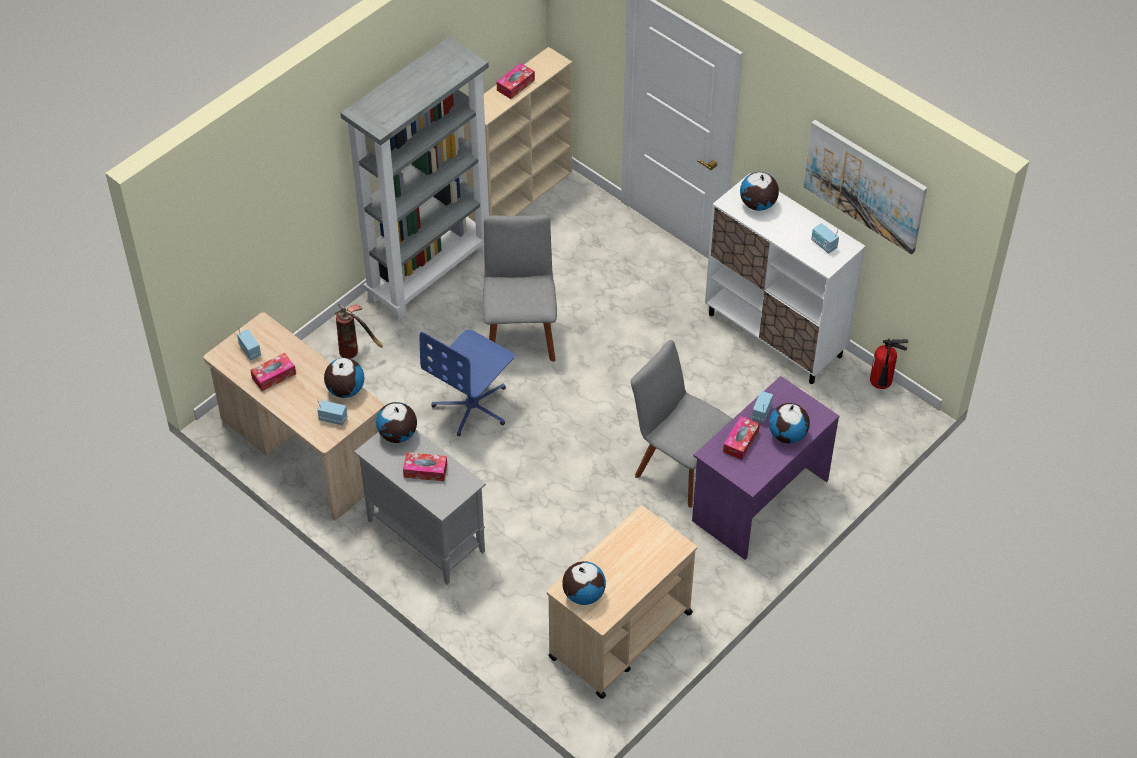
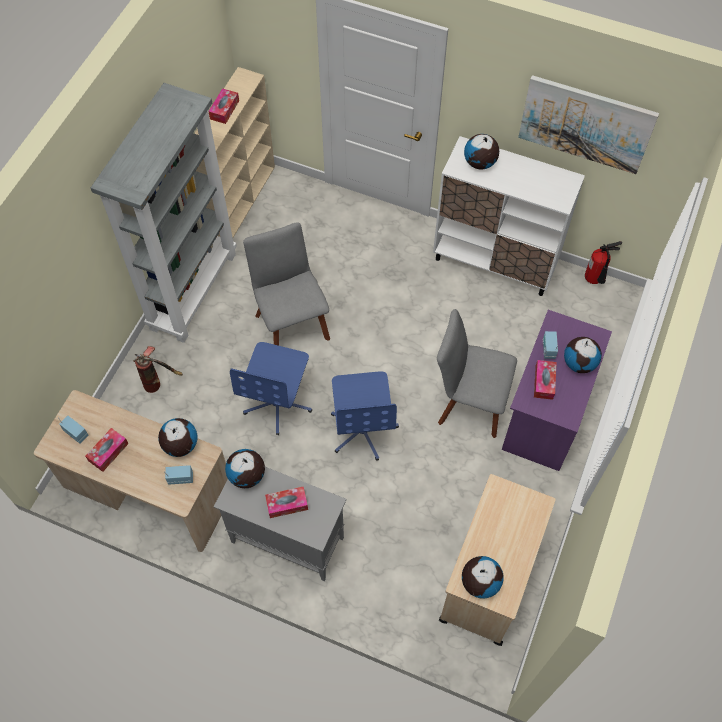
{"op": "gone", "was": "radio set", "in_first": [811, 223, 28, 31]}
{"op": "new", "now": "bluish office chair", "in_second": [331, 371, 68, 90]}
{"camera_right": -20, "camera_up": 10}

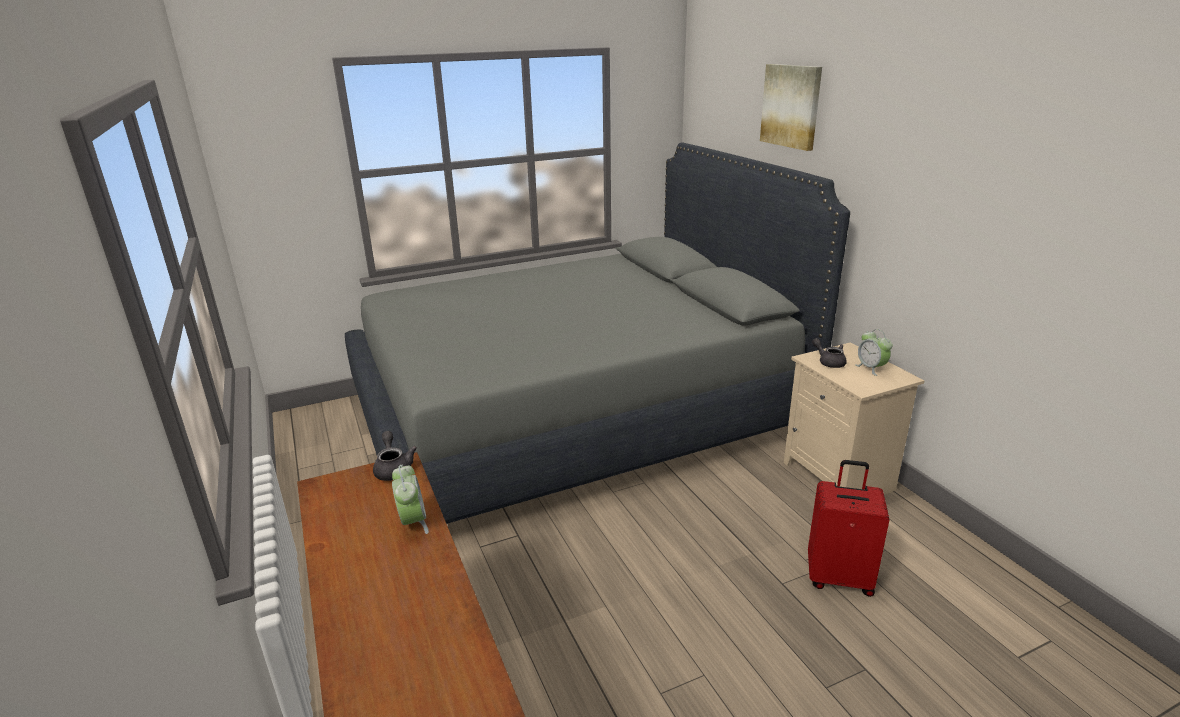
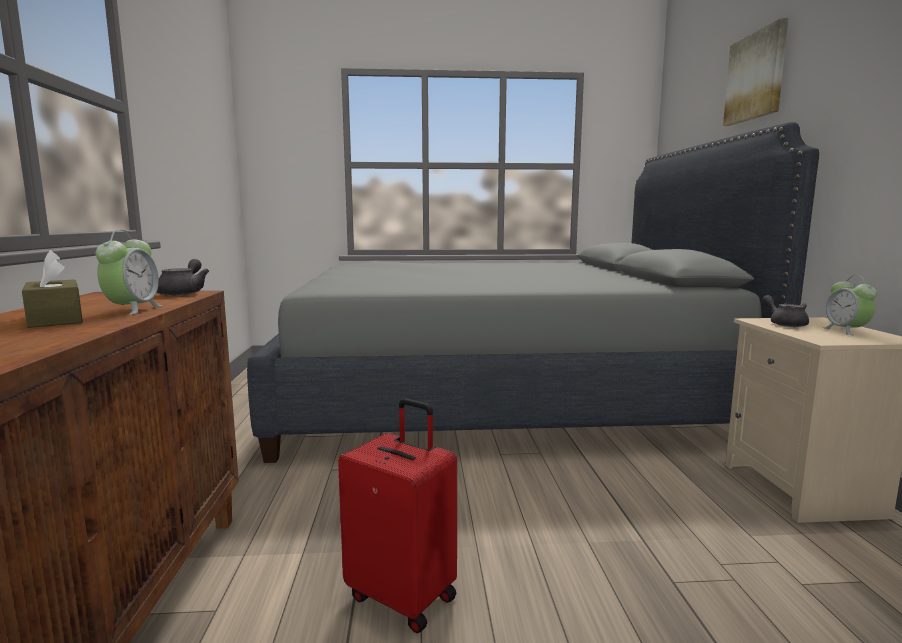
{"op": "new", "now": "brownish tissue box", "in_second": [22, 250, 61, 78]}
{"op": "shifted", "was": "red suitcase", "in_first": [808, 460, 82, 137], "in_second": [338, 398, 119, 235]}
{"camera_right": 20, "camera_up": -15}

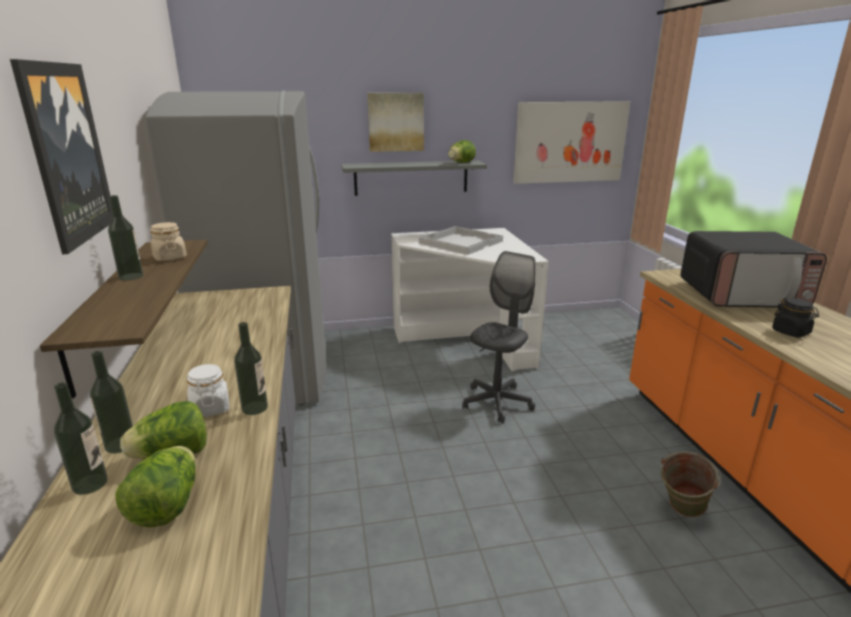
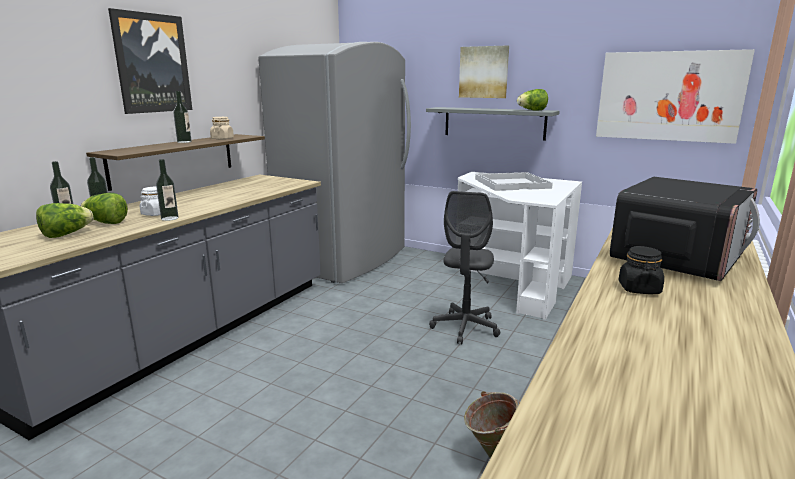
{"op": "rotated", "was": "greyish office chair", "in_first": [462, 251, 73, 172], "in_second": [429, 191, 71, 153], "clockwise": 120}
{"op": "rotated", "was": "kitchen microwave", "in_first": [680, 231, 147, 76], "in_second": [610, 177, 150, 104], "clockwise": -90}
{"camera_right": 40, "camera_up": -5}

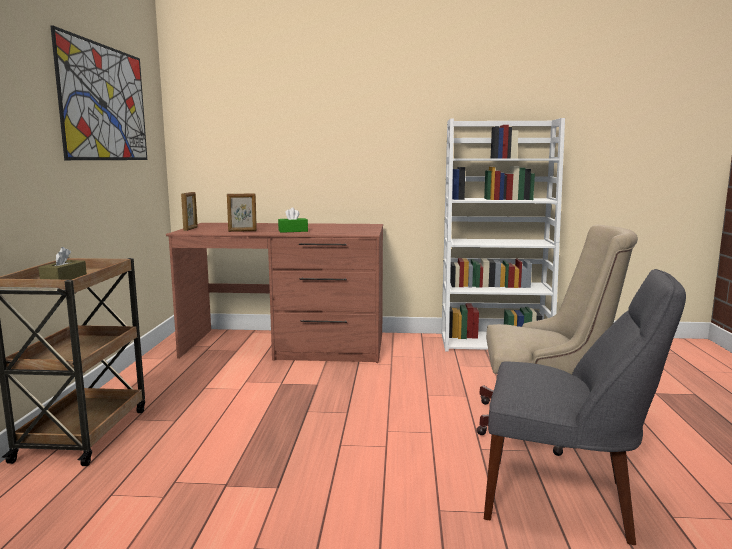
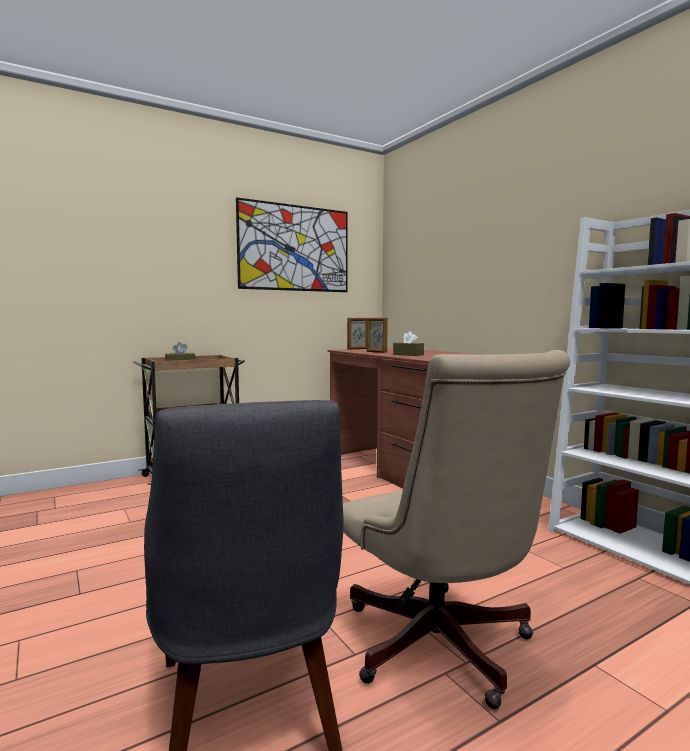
{"op": "repainted", "was": "green-coloured tissue box", "now": "brownish tissue box", "in_first": [278, 207, 30, 26], "in_second": [393, 331, 31, 25]}
{"camera_right": 55, "camera_up": -5}

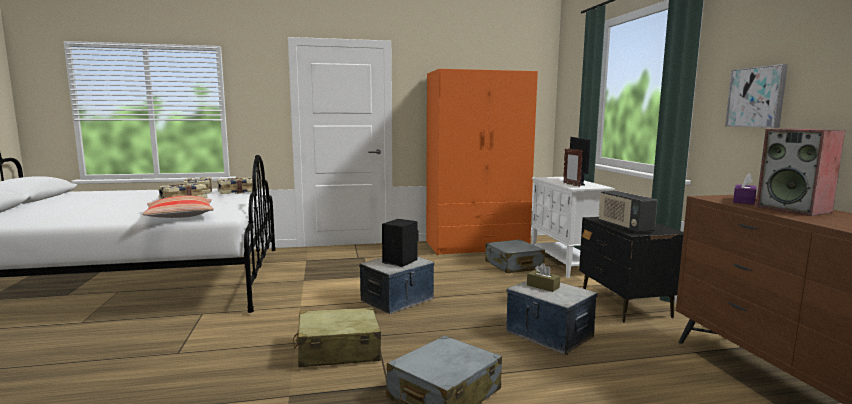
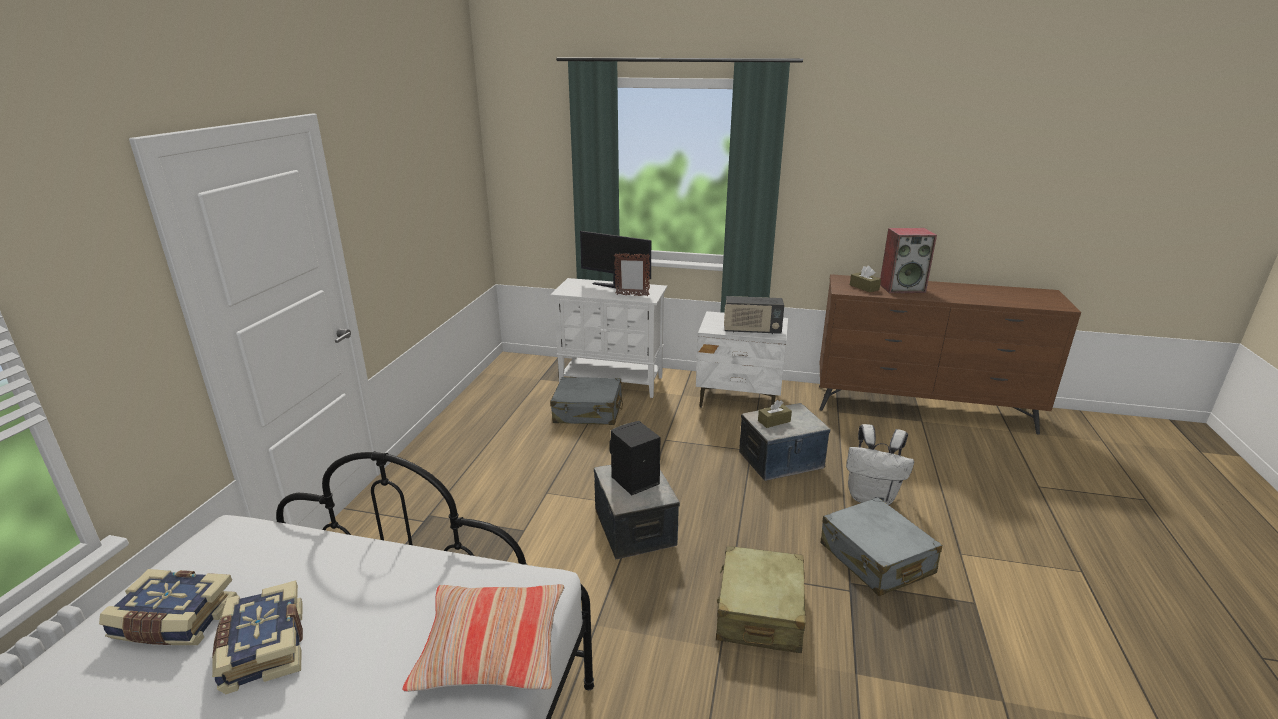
{"op": "gone", "was": "volume", "in_first": [217, 177, 36, 17]}
{"op": "gone", "was": "orange-coloured armoire", "in_first": [426, 69, 112, 186]}
{"op": "gone", "was": "wall art", "in_first": [725, 64, 63, 64]}
{"op": "new", "now": "white knapsack", "in_second": [846, 424, 68, 81]}
{"op": "repainted", "was": "black-coloured night table", "now": "white night table", "in_first": [579, 217, 105, 106], "in_second": [696, 311, 92, 97]}
{"op": "repainted", "was": "purple-coloured tissue box", "now": "brownish tissue box", "in_first": [733, 173, 24, 32], "in_second": [850, 266, 31, 27]}
{"camera_right": -65, "camera_up": 15}

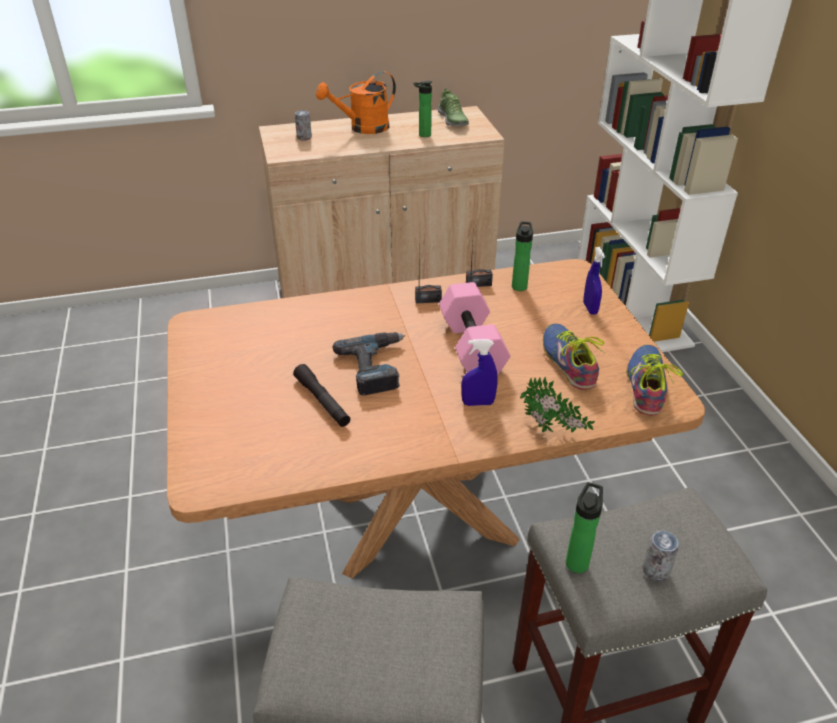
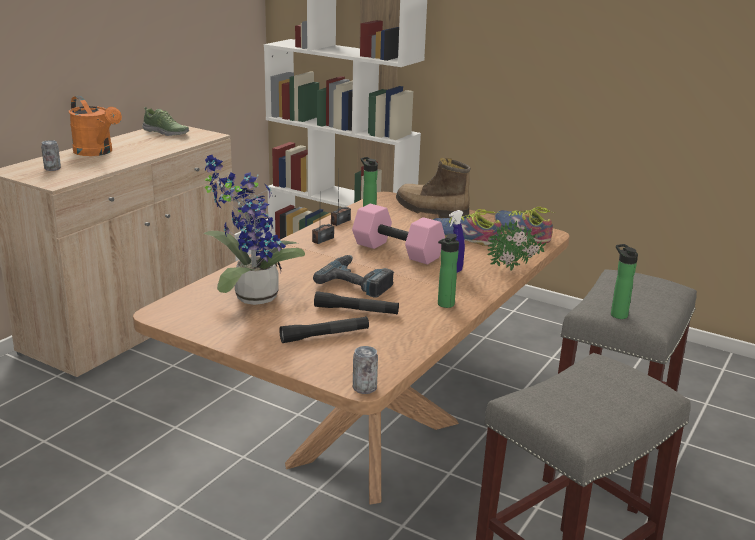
{"op": "new", "now": "plant in a pot", "in_second": [204, 155, 101, 150]}
{"op": "new", "now": "black-coloured hand torch", "in_second": [279, 316, 90, 27]}
{"op": "shifted", "was": "drink bottle", "in_first": [414, 81, 18, 56], "in_second": [438, 234, 21, 74]}
{"op": "shifted", "was": "can", "in_first": [642, 531, 37, 50], "in_second": [353, 346, 25, 48]}
{"op": "swapped", "was": "bluish spray bottle", "now": "high-top boot", "in_first": [583, 247, 22, 68], "in_second": [396, 158, 75, 60]}
{"op": "rotated", "was": "orange-coloured watering can", "in_first": [316, 71, 80, 63], "in_second": [69, 96, 53, 60], "clockwise": -60}
{"camera_right": -45, "camera_up": -15}

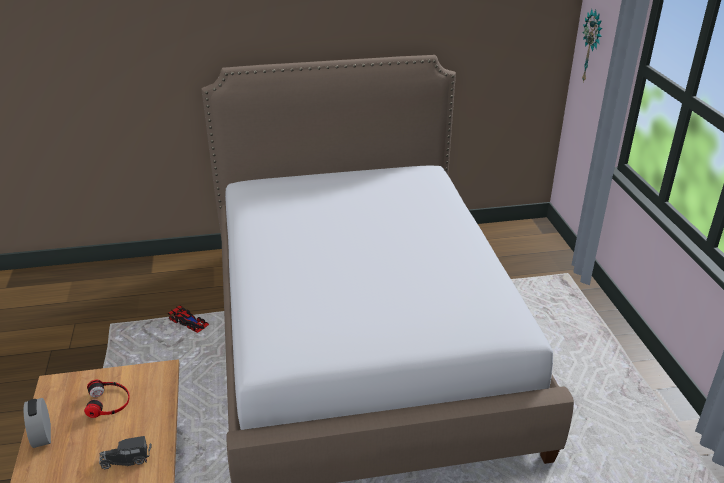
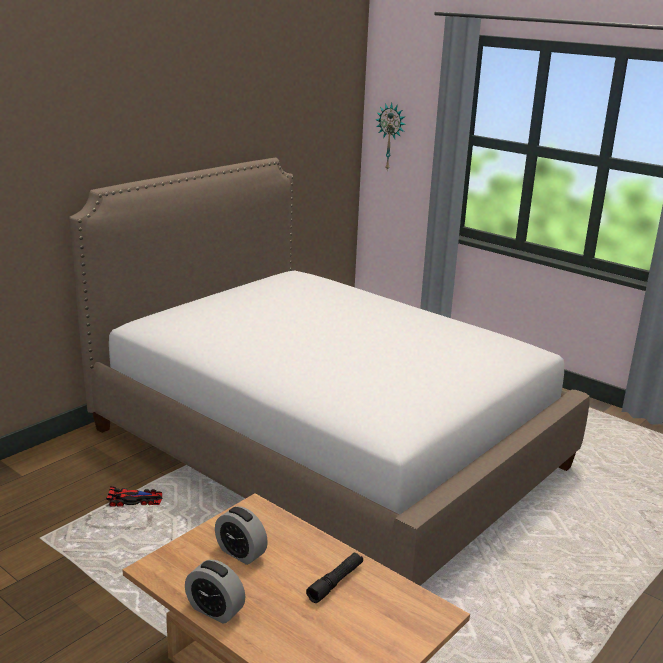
{"op": "swapped", "was": "headset", "now": "table clock", "in_first": [84, 380, 46, 38], "in_second": [215, 507, 53, 58]}
{"op": "swapped", "was": "model truck", "now": "black-coloured hand torch", "in_first": [99, 436, 53, 33], "in_second": [306, 552, 57, 51]}
{"camera_right": -40, "camera_up": -10}

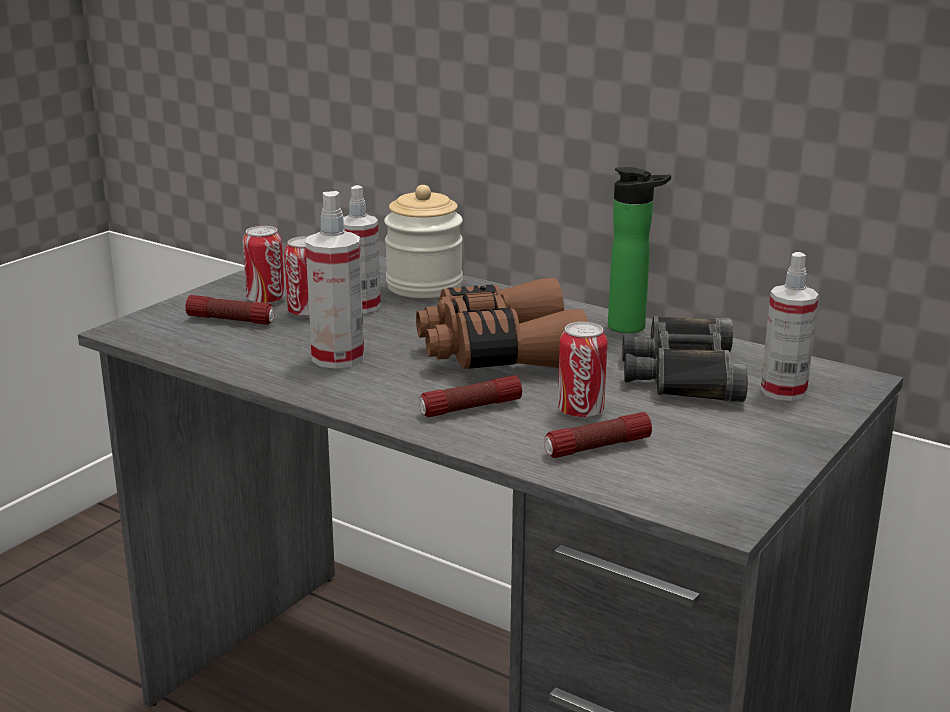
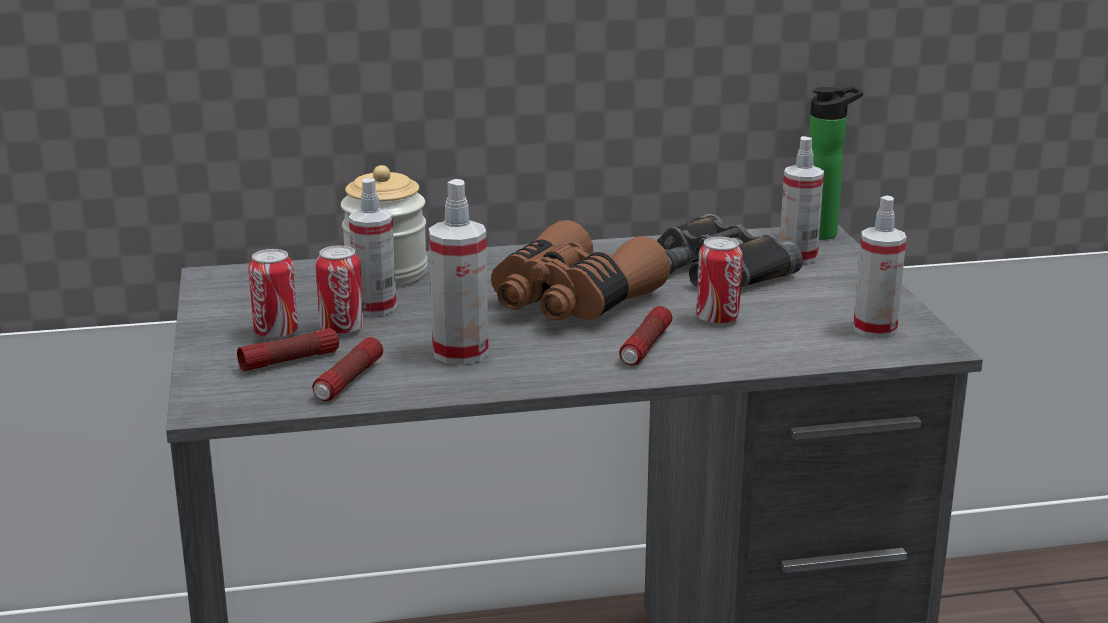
{"op": "new", "now": "spray bottle", "in_second": [853, 195, 53, 143]}
{"op": "shifted", "was": "hand torch", "in_first": [544, 412, 108, 46], "in_second": [313, 337, 70, 64]}
{"op": "shifted", "was": "drink bottle", "in_first": [608, 167, 63, 166], "in_second": [809, 86, 54, 154]}
{"camera_right": -45, "camera_up": 0}

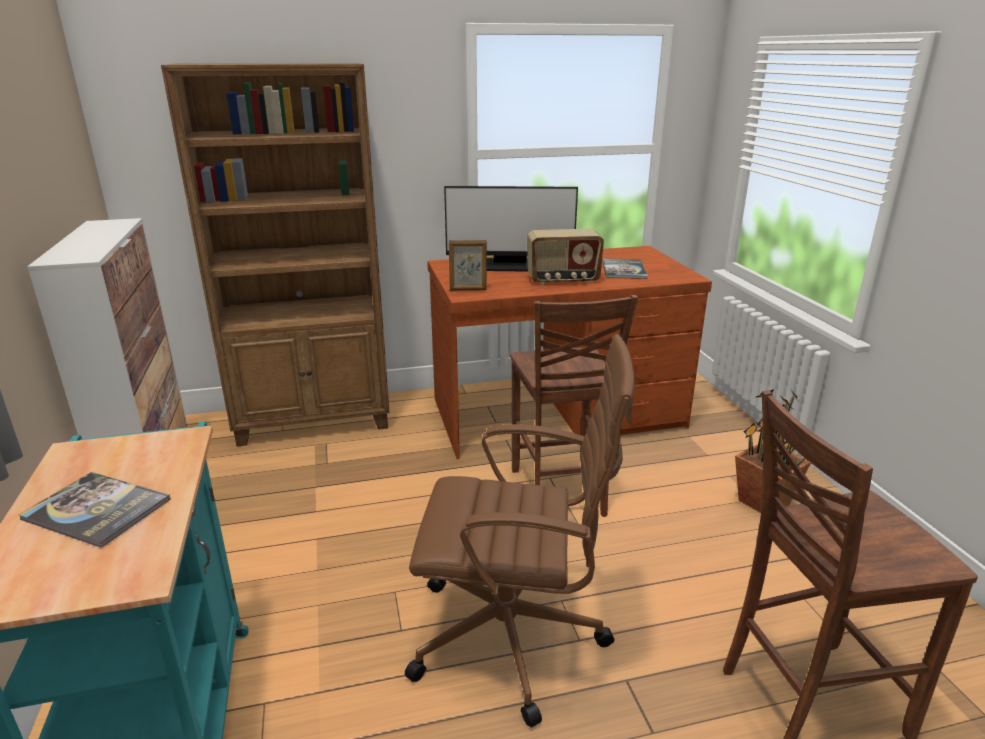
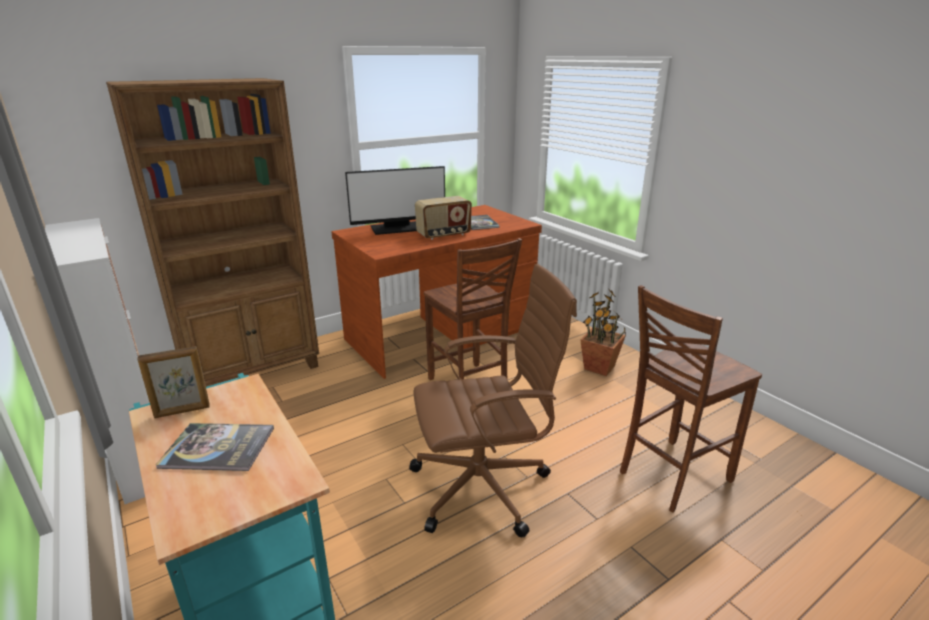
{"op": "shifted", "was": "picture frame", "in_first": [449, 240, 38, 50], "in_second": [137, 346, 73, 72]}
{"camera_right": -20, "camera_up": 0}

